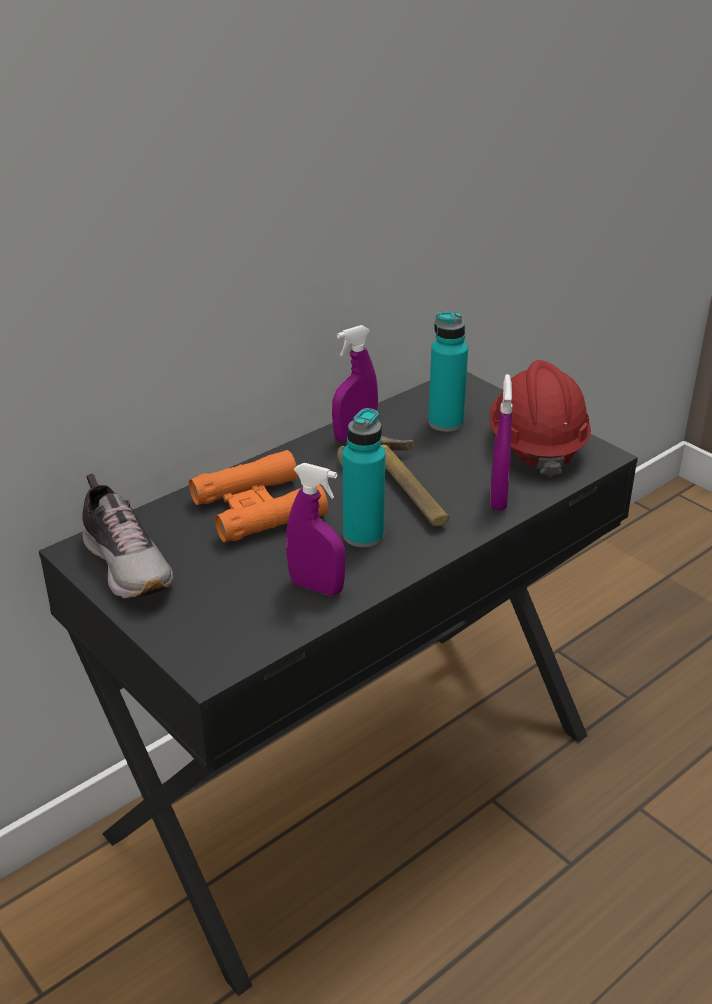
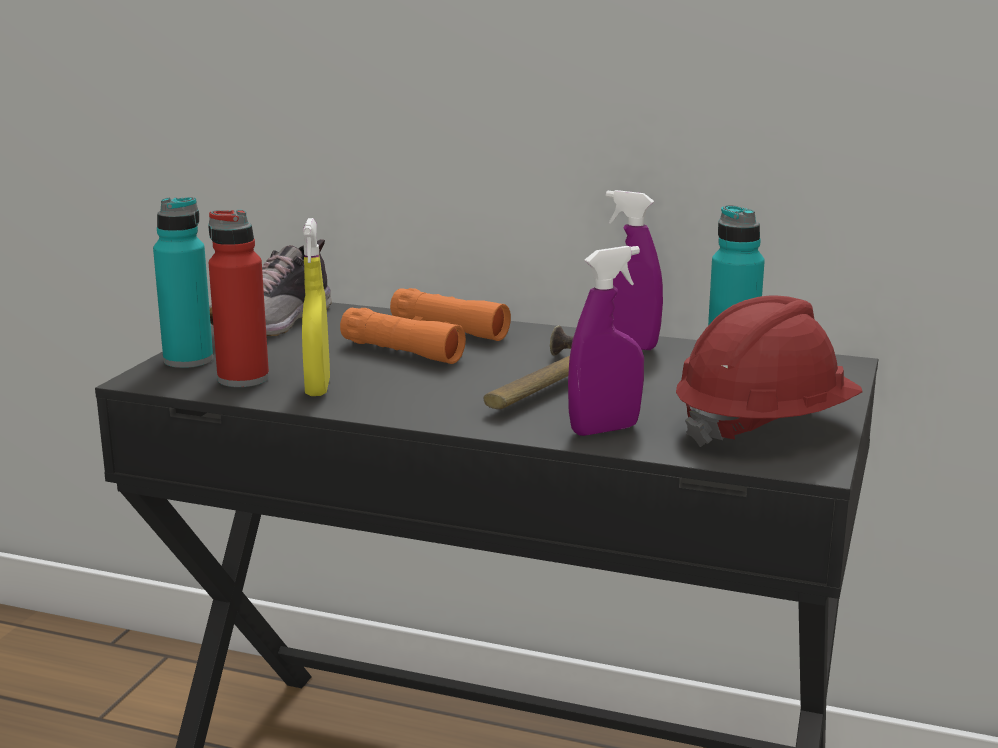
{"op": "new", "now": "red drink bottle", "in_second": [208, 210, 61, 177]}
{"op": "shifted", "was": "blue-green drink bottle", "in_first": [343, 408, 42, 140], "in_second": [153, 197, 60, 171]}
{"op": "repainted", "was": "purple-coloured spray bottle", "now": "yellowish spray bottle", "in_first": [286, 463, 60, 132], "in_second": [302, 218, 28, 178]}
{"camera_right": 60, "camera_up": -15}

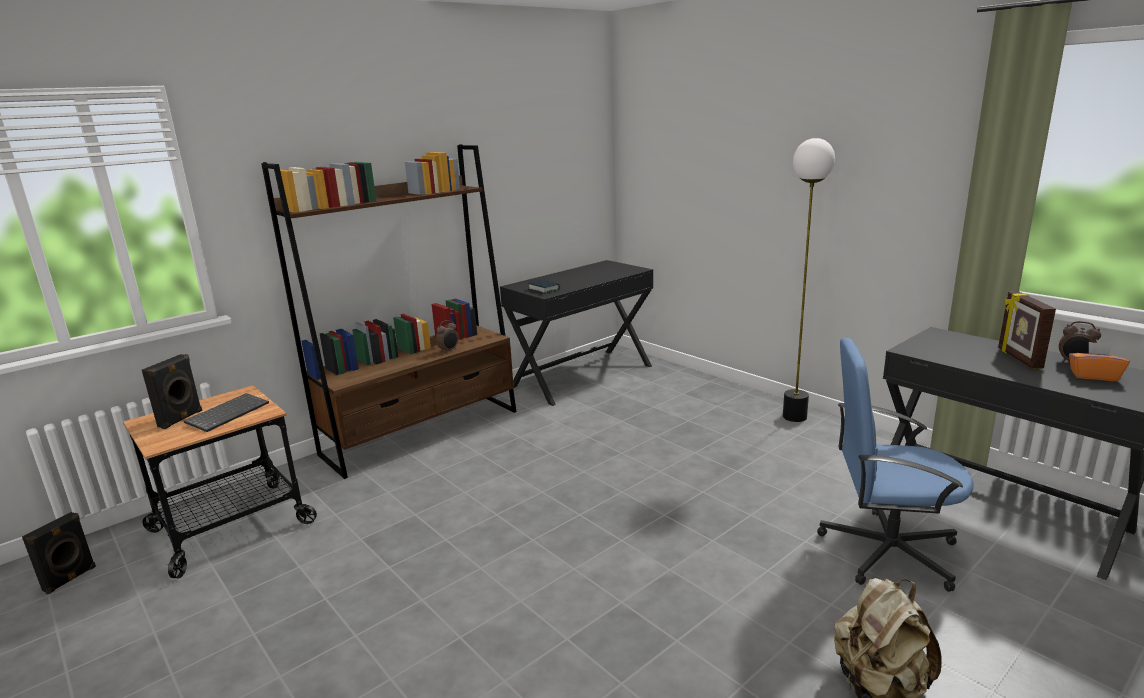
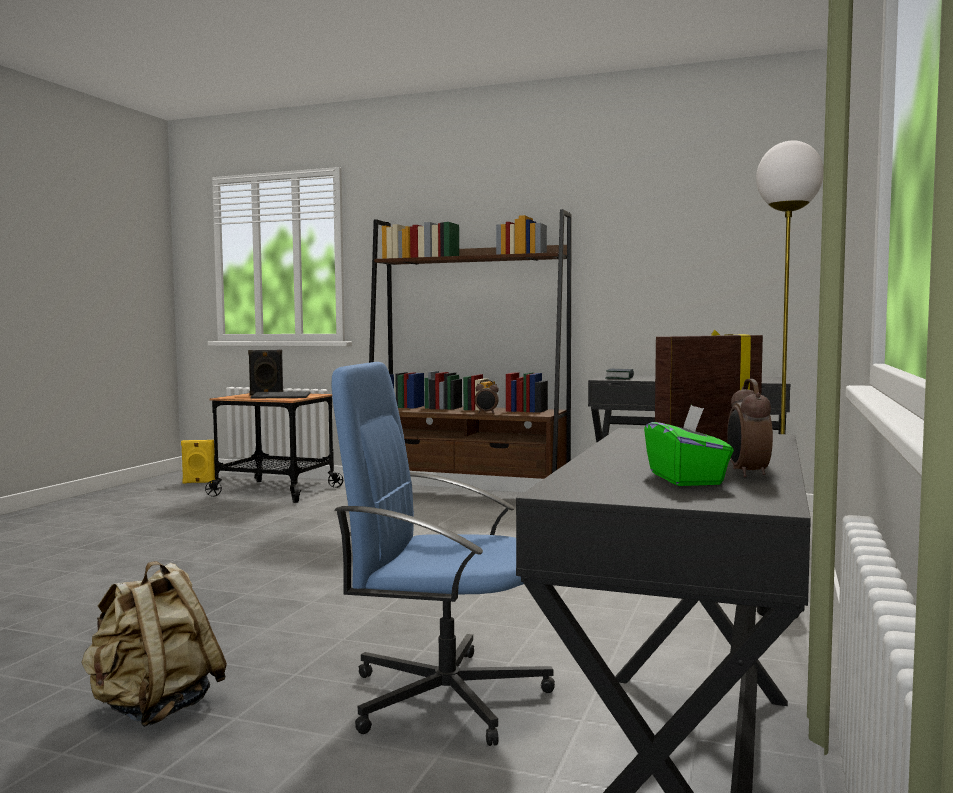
{"op": "repainted", "was": "black-coloured speaker", "now": "yellowish speaker", "in_first": [22, 512, 74, 82], "in_second": [181, 440, 34, 43]}
{"op": "repainted", "was": "orange-coloured tissue box", "now": "green-coloured tissue box", "in_first": [1069, 342, 61, 39], "in_second": [644, 405, 90, 81]}
{"op": "rotated", "was": "bluish office chair", "in_first": [817, 338, 157, 254], "in_second": [332, 362, 223, 384], "clockwise": -60}
{"camera_right": 60, "camera_up": -15}

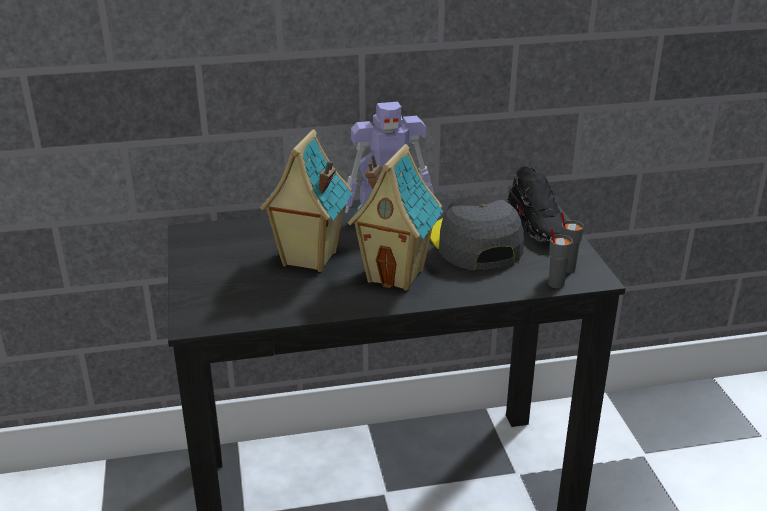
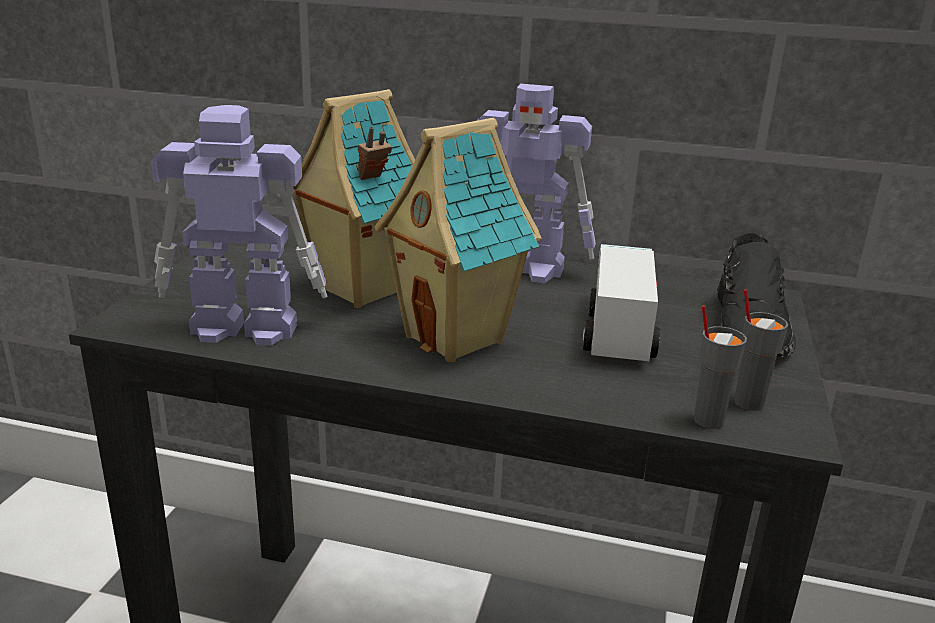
{"op": "new", "now": "model robot", "in_second": [151, 105, 177, 240]}
{"op": "swapped", "was": "greyish baseball cap", "now": "model truck", "in_first": [430, 195, 94, 75], "in_second": [583, 244, 77, 117]}
{"camera_right": 25, "camera_up": -5}

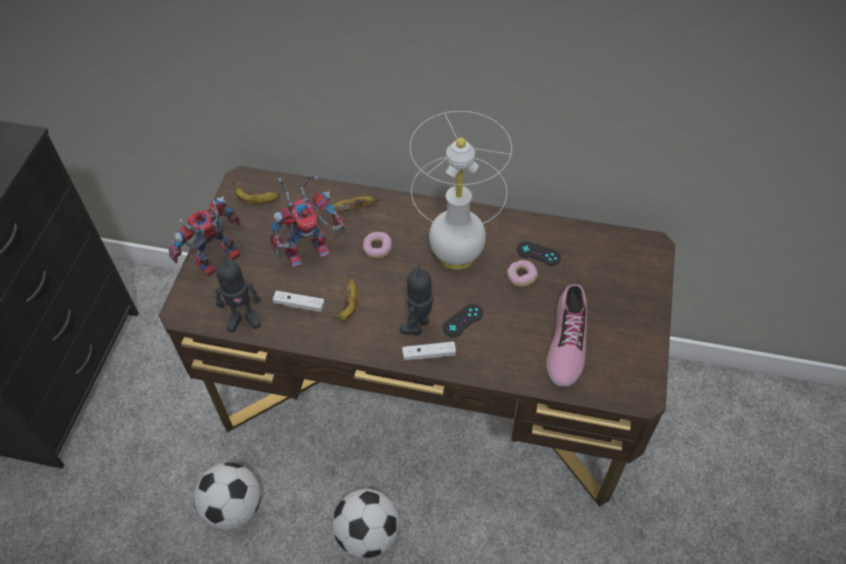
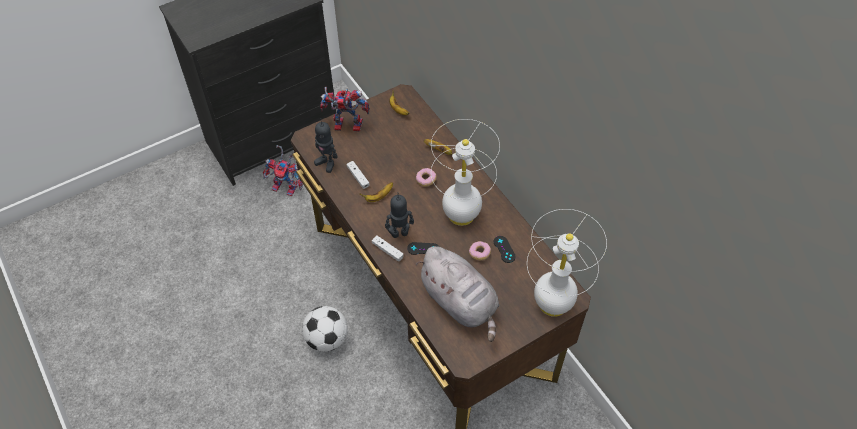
{"op": "gone", "was": "ball for football", "in_first": [194, 463, 67, 67]}
{"op": "new", "now": "white lamp for a table", "in_second": [527, 209, 80, 108]}
{"op": "shifted", "was": "model robot", "in_first": [270, 175, 78, 94], "in_second": [263, 145, 40, 51]}
{"op": "swapped", "was": "shoe", "now": "greyish plush toy", "in_first": [546, 283, 41, 104], "in_second": [416, 246, 83, 96]}
{"camera_right": 45, "camera_up": 0}

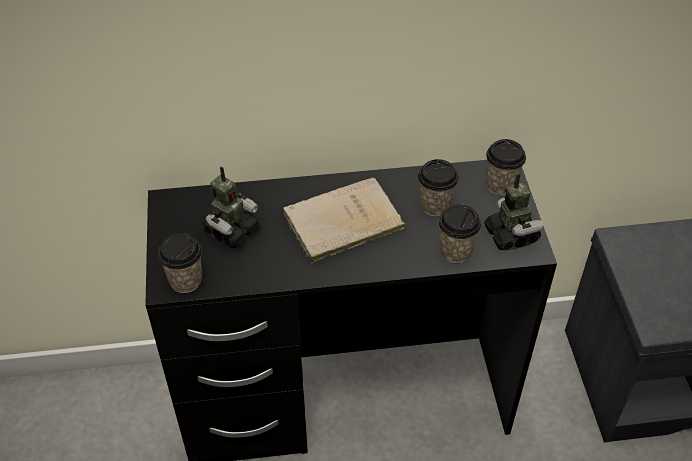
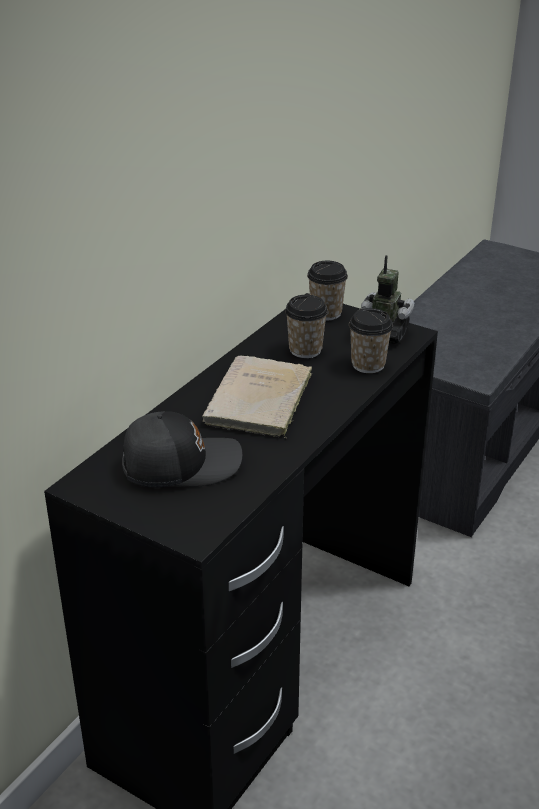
{"op": "gone", "was": "small cup", "in_first": [158, 233, 44, 60]}
{"op": "swapped", "was": "model robot", "now": "black-coloured baseball cap", "in_first": [202, 166, 57, 82], "in_second": [122, 411, 120, 77]}
{"camera_right": -50, "camera_up": -15}

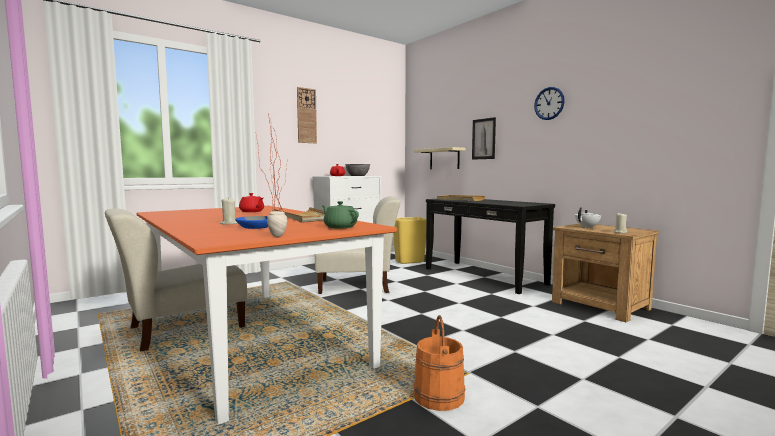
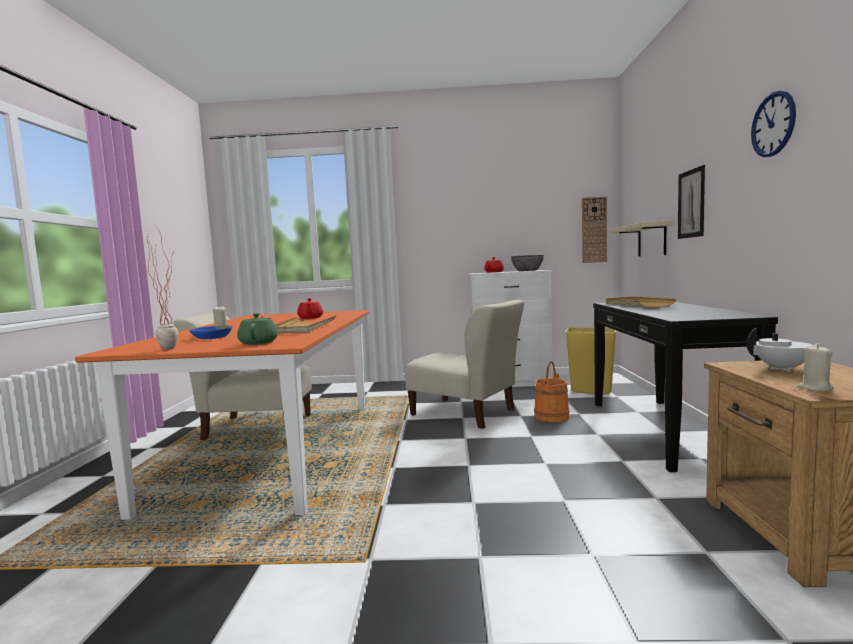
{"op": "shifted", "was": "hanging clock", "in_first": [297, 87, 20, 56], "in_second": [582, 196, 25, 67]}
{"op": "shifted", "was": "orange-coloured bucket", "in_first": [413, 315, 52, 96], "in_second": [534, 361, 36, 61]}
{"camera_right": 40, "camera_up": 0}

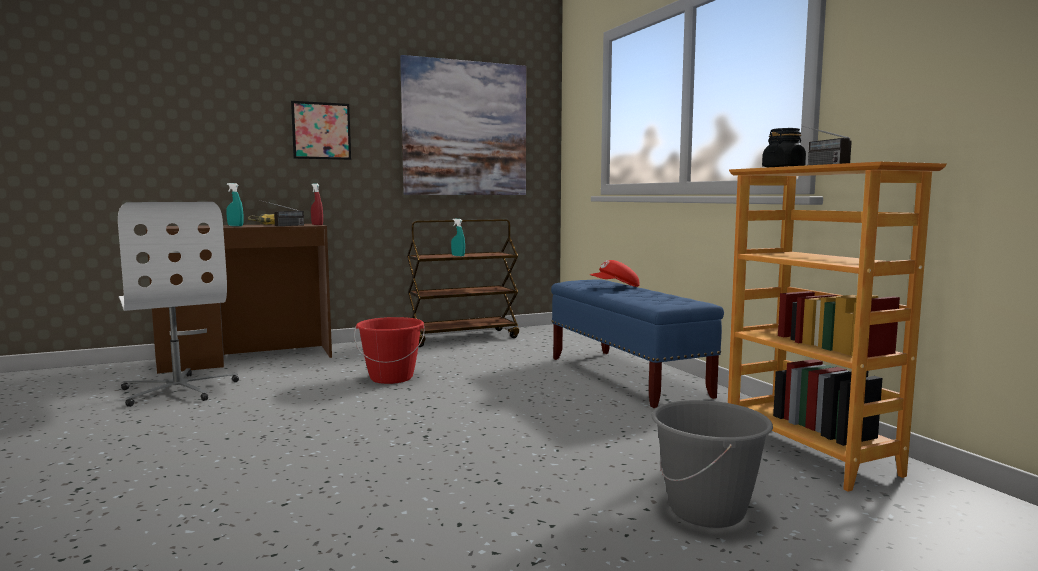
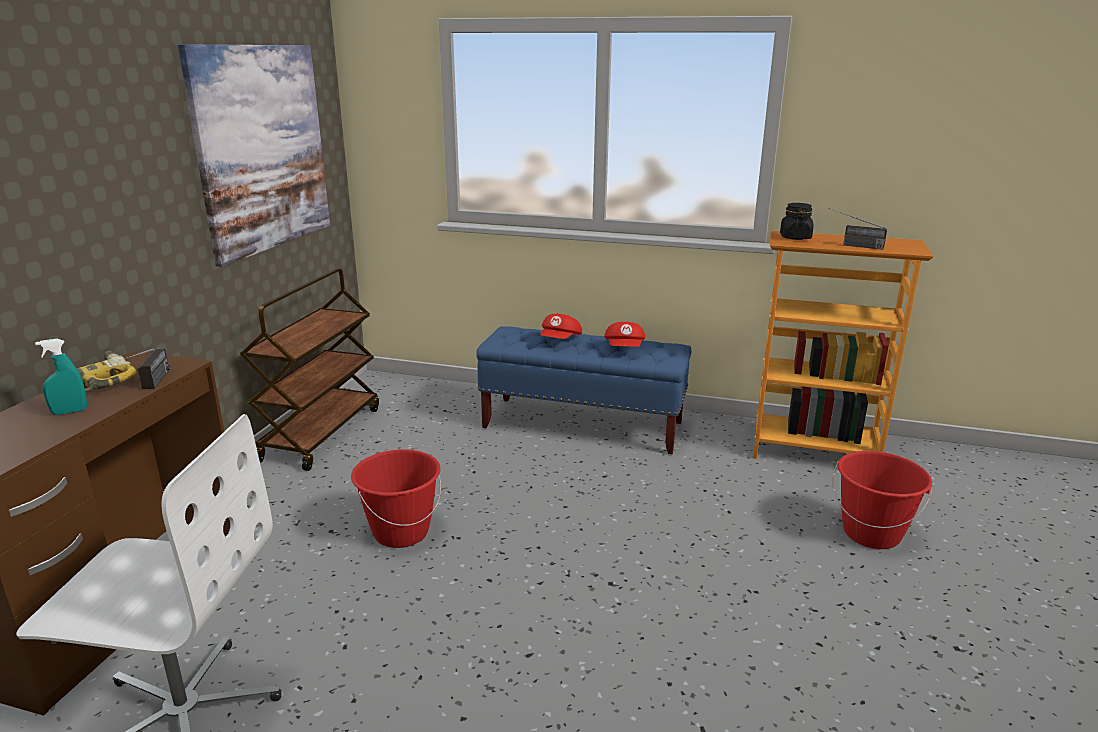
{"op": "gone", "was": "wall art", "in_first": [291, 101, 60, 59]}
{"op": "gone", "was": "red spray bottle", "in_first": [311, 183, 12, 42]}
{"op": "gone", "was": "blue-green spray bottle", "in_first": [451, 219, 14, 37]}
{"op": "new", "now": "red baseball cap", "in_second": [604, 322, 41, 25]}
{"op": "repainted", "was": "greyish bucket", "now": "red bucket", "in_first": [652, 400, 121, 128], "in_second": [832, 451, 100, 98]}
{"camera_right": -50, "camera_up": 15}

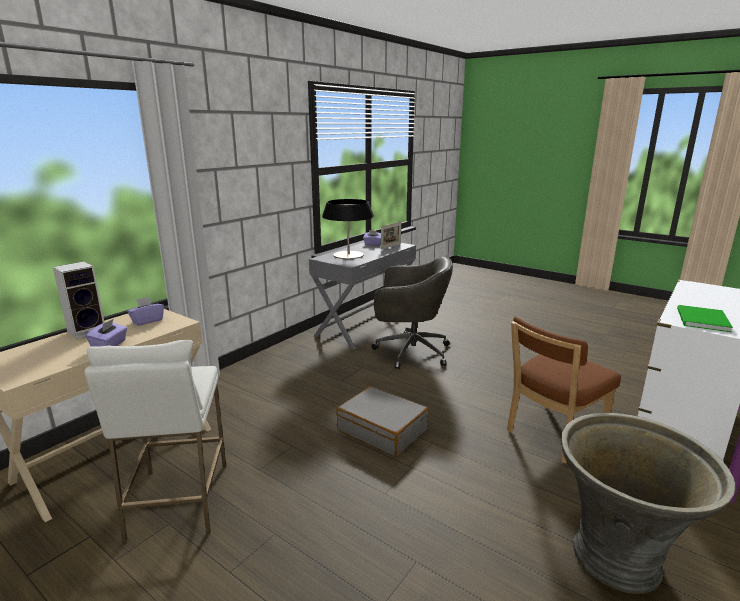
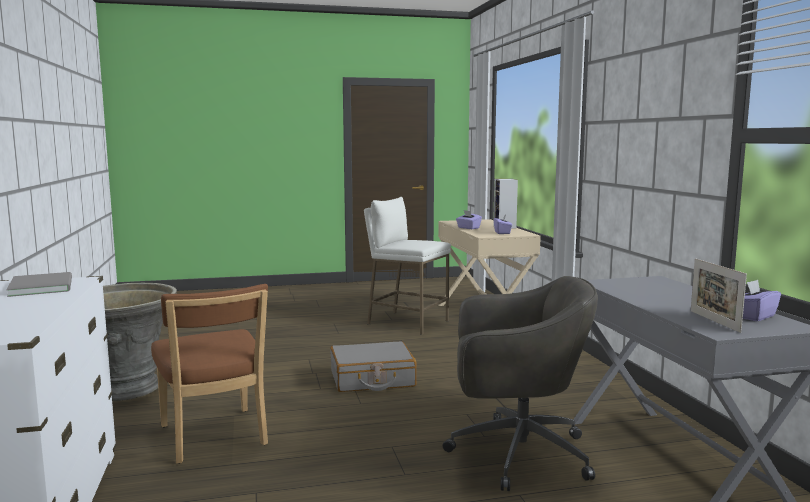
{"op": "gone", "was": "lamp for a table", "in_first": [322, 199, 52, 60]}
{"op": "repainted", "was": "green-coloured volume", "now": "greyish volume", "in_first": [677, 305, 56, 27], "in_second": [6, 272, 66, 25]}
{"op": "rotated", "was": "greyish office chair", "in_first": [371, 257, 82, 112], "in_second": [442, 276, 156, 215], "clockwise": -135}
{"op": "rotated", "was": "brownish plain chair", "in_first": [507, 317, 114, 147], "in_second": [151, 284, 117, 180], "clockwise": 150}
{"camera_right": 130, "camera_up": -10}

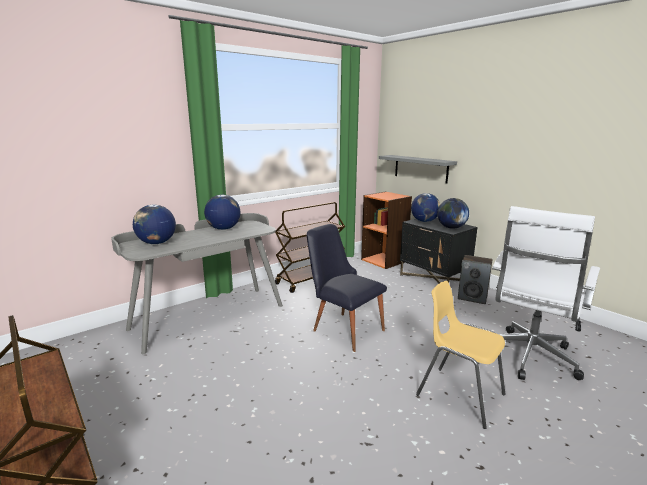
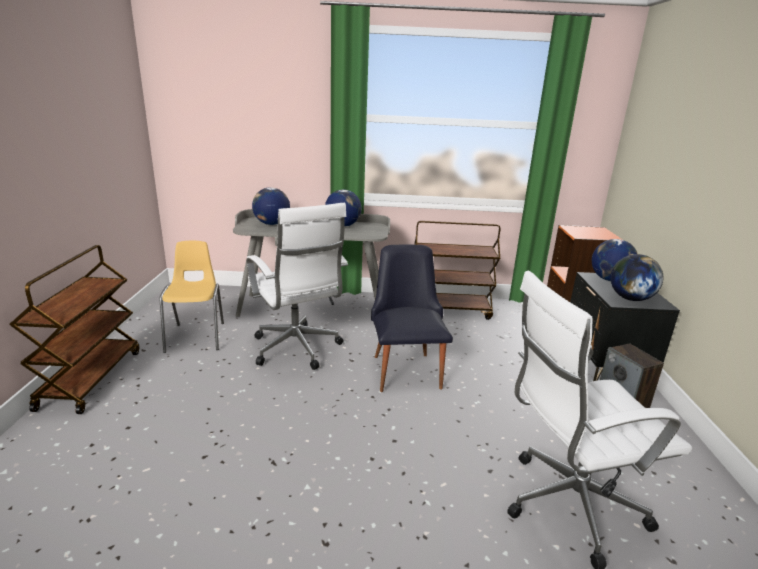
{"op": "gone", "was": "greyish shelf", "in_first": [379, 155, 78, 29]}
{"op": "new", "now": "white office chair", "in_second": [246, 203, 102, 167]}
{"op": "shifted", "was": "yellowish plain chair", "in_first": [416, 281, 90, 148], "in_second": [160, 241, 64, 112]}
{"camera_right": 40, "camera_up": 5}

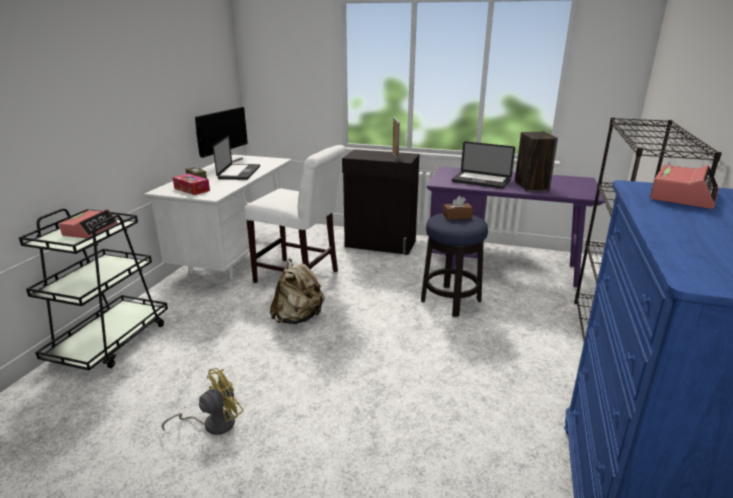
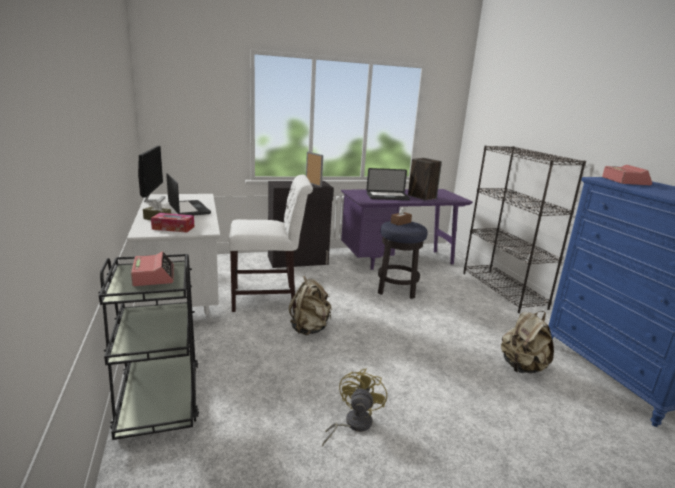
{"op": "new", "now": "sand-coloured knapsack", "in_second": [501, 311, 53, 62]}
{"camera_right": -35, "camera_up": -5}

